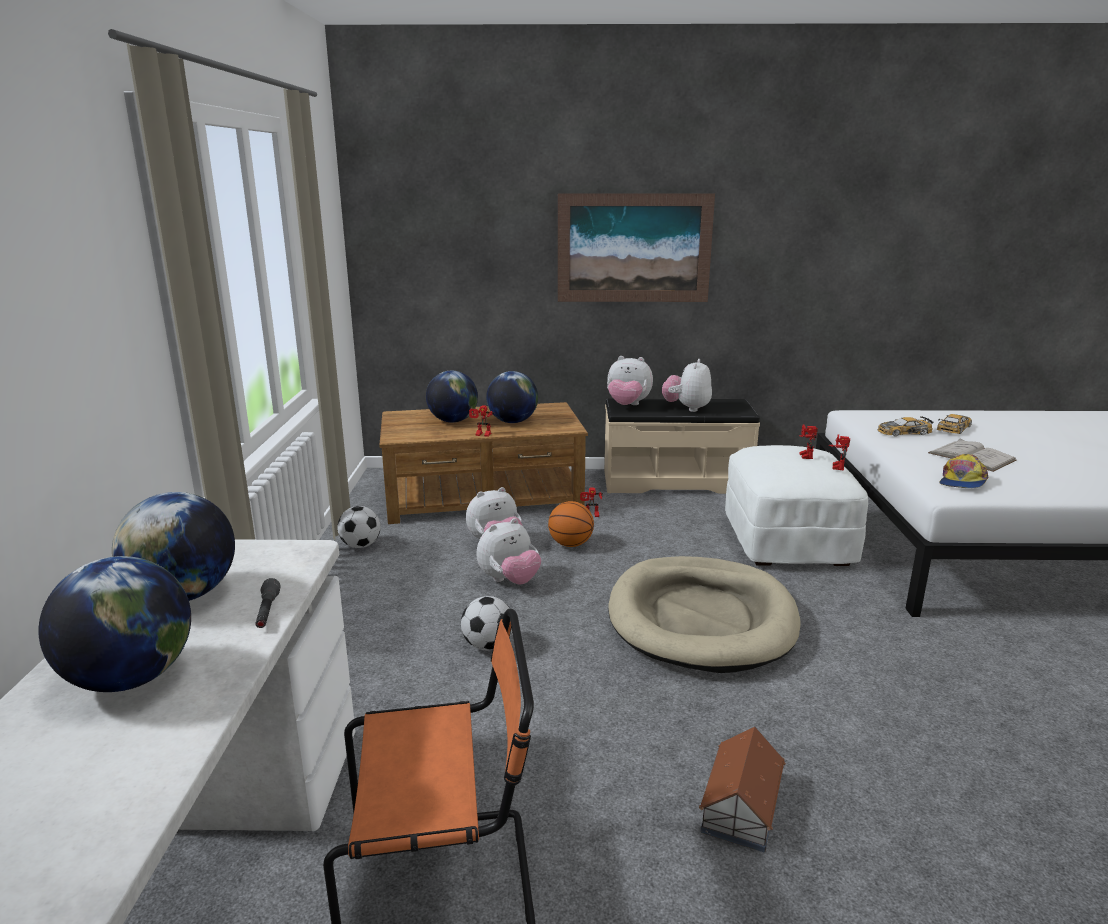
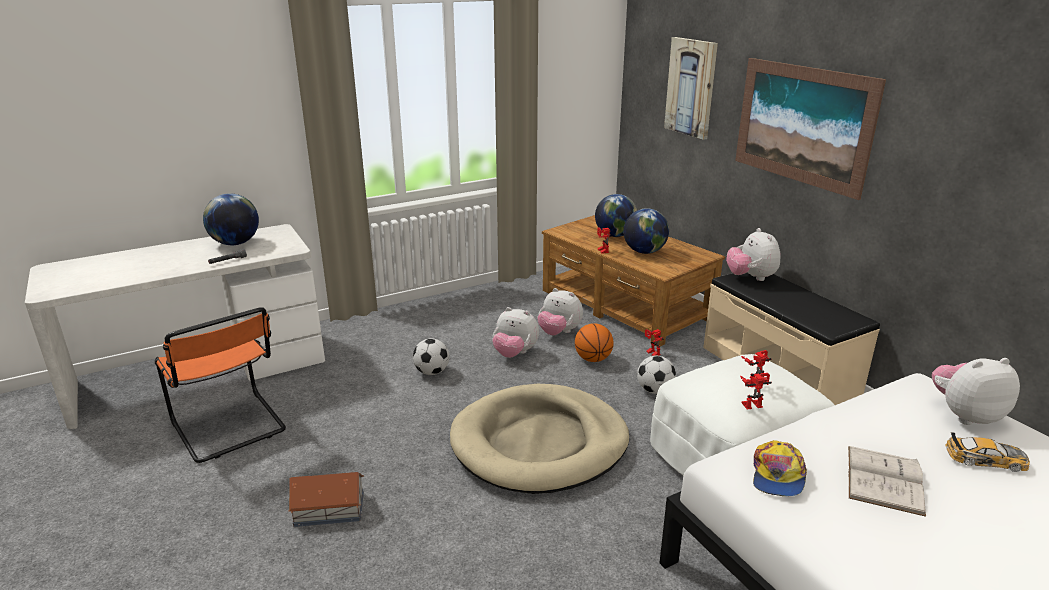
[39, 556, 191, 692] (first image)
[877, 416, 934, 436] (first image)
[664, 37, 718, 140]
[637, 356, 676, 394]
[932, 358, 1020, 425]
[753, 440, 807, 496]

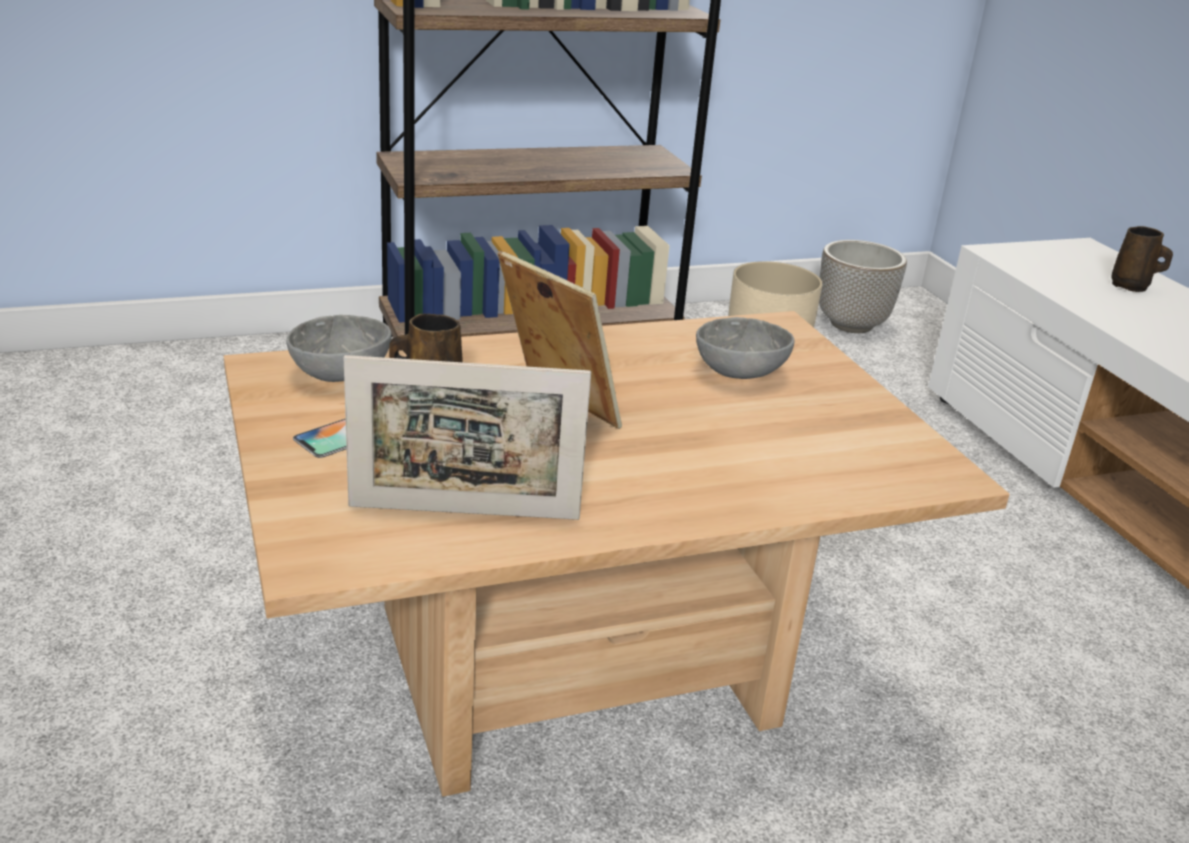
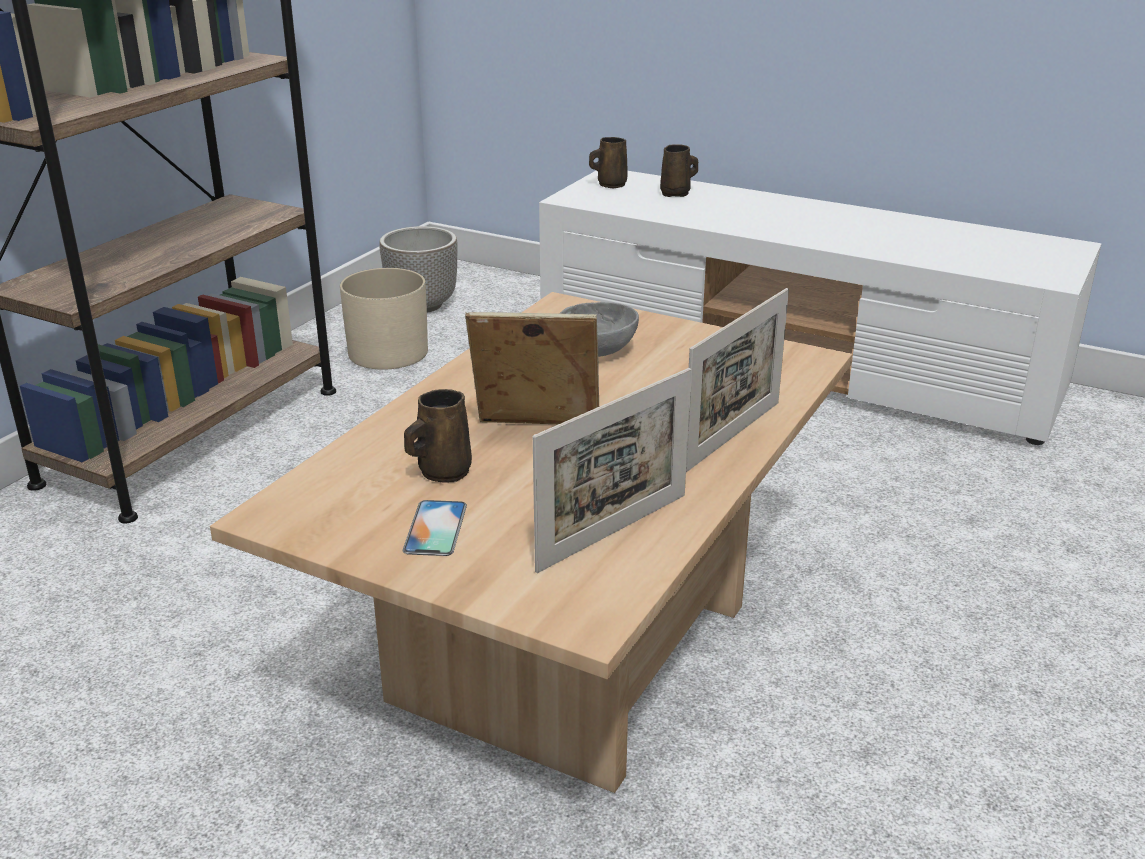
[286, 315, 392, 382] (first image)
[589, 137, 628, 189]
[686, 288, 789, 472]

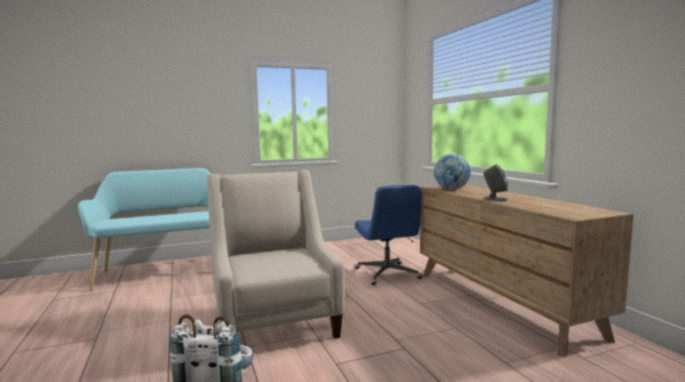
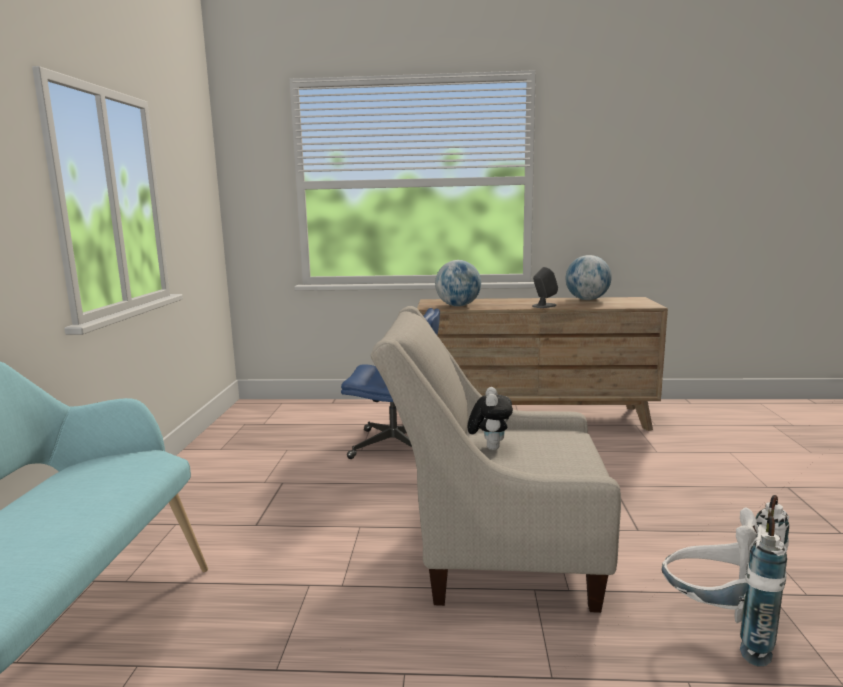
[468, 387, 513, 450]
[566, 255, 612, 300]

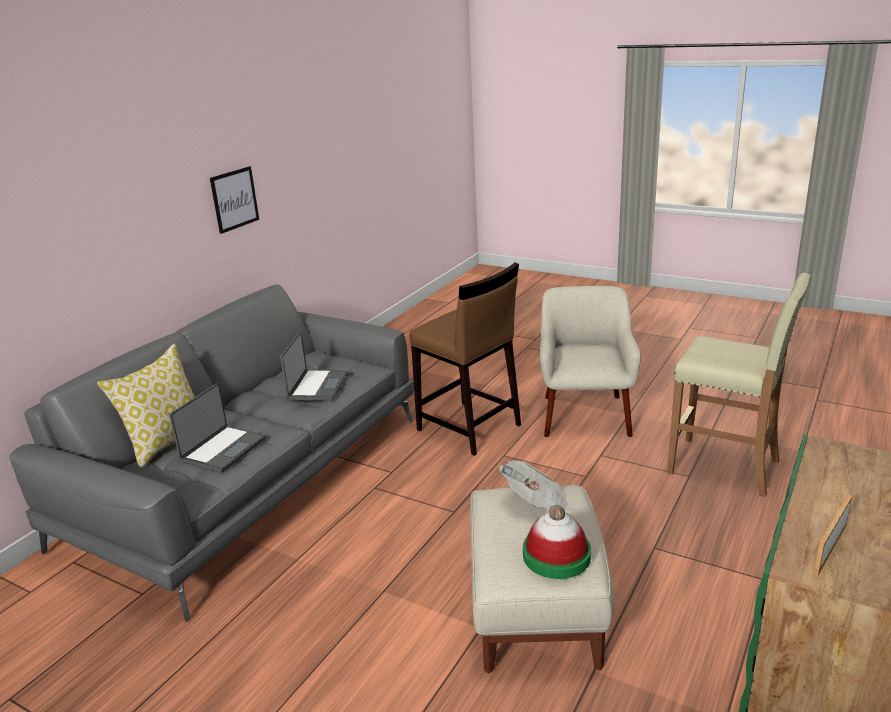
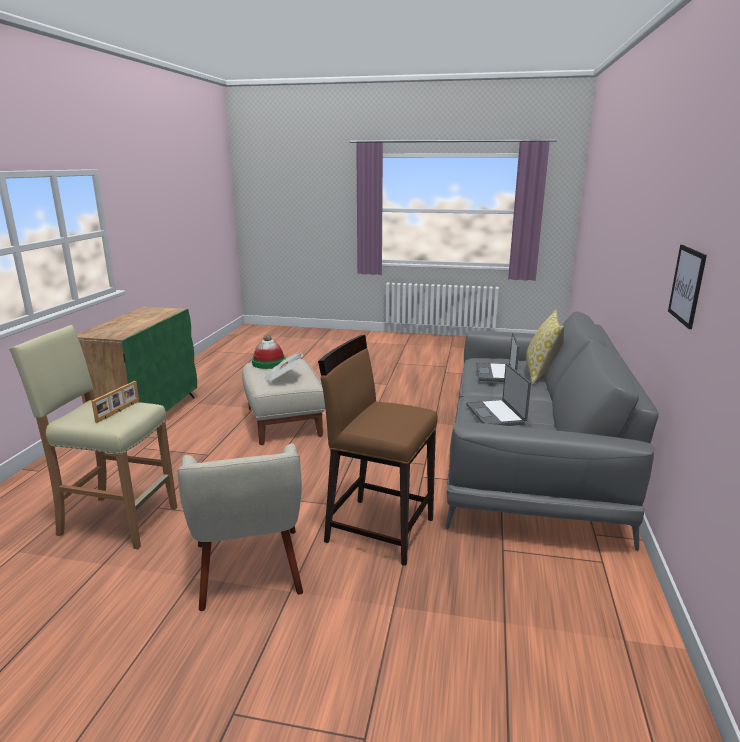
[91, 381, 139, 423]

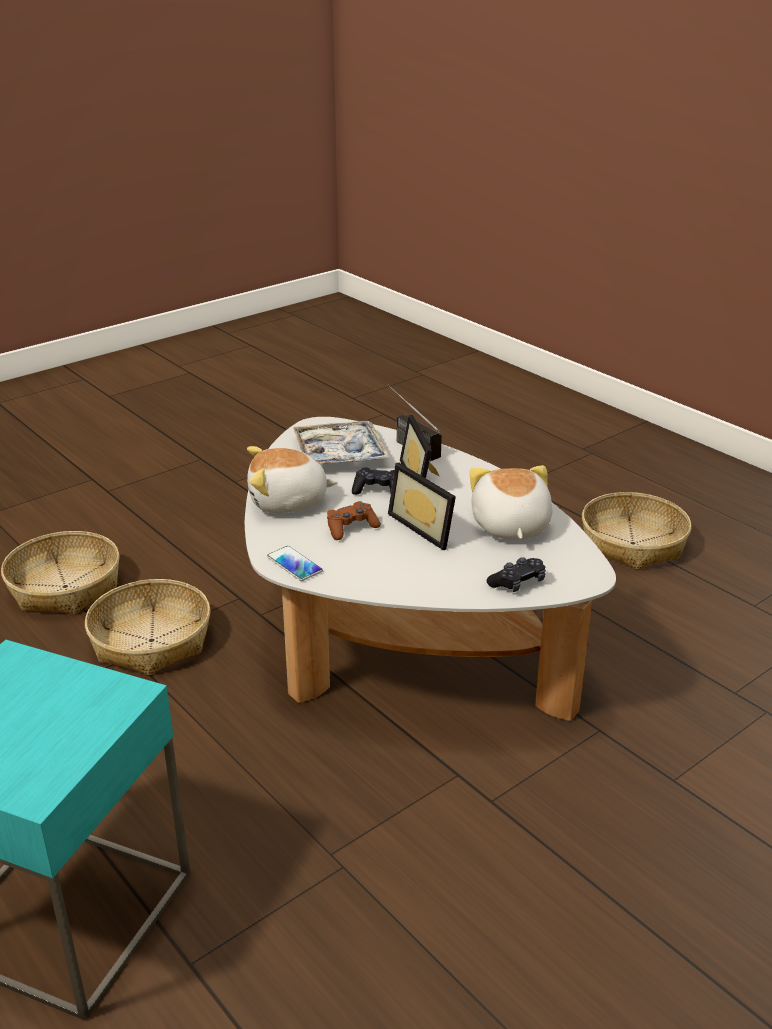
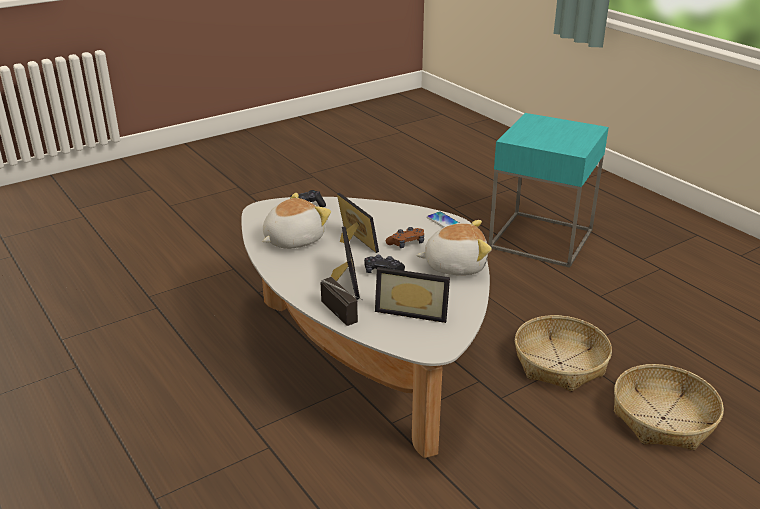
[582, 492, 691, 570] (first image)
[375, 267, 450, 323]
[262, 193, 331, 249]

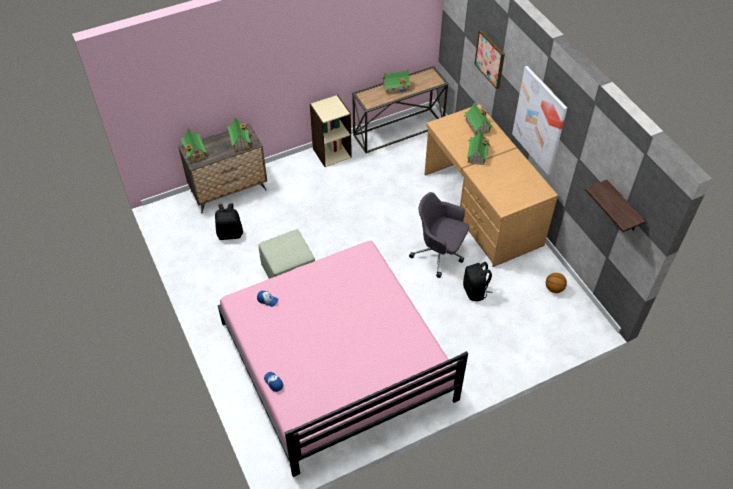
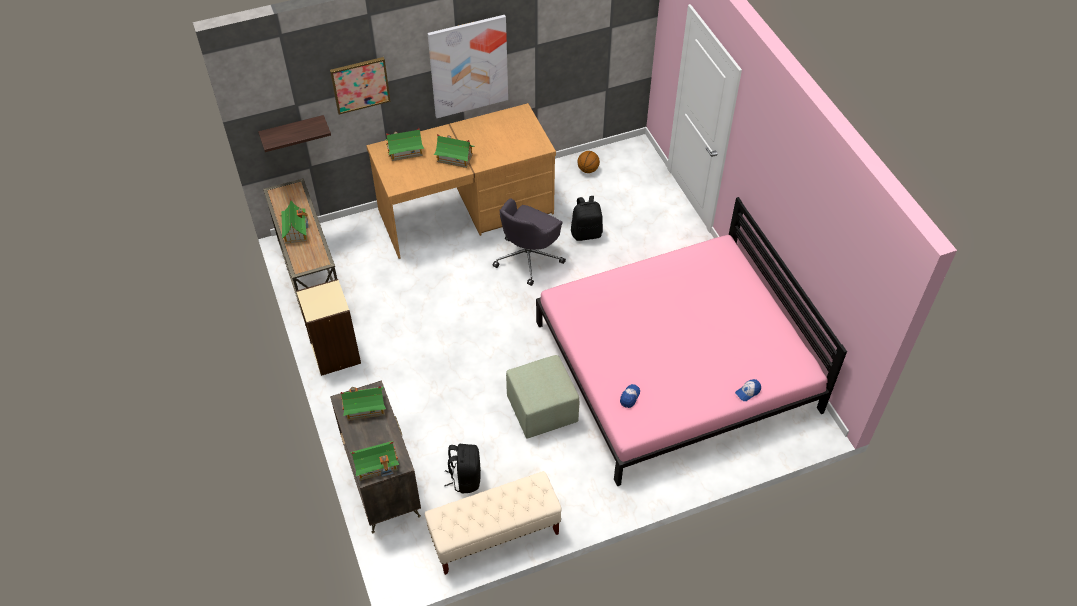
[425, 471, 562, 575]
[258, 115, 331, 152]

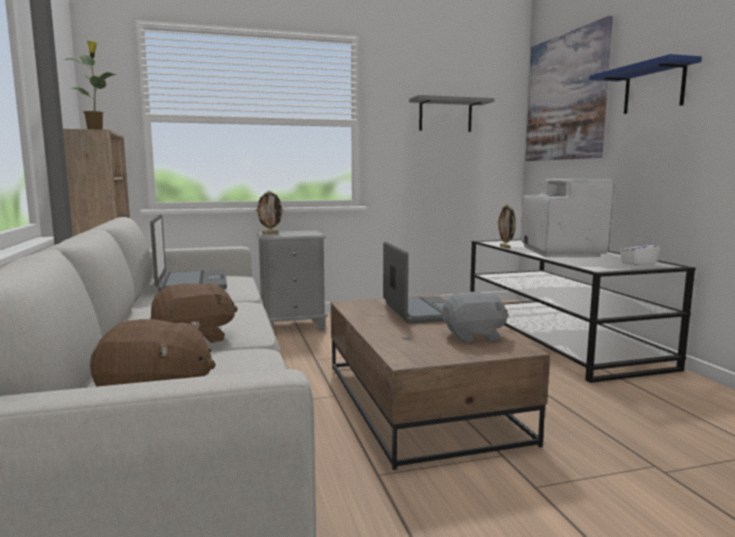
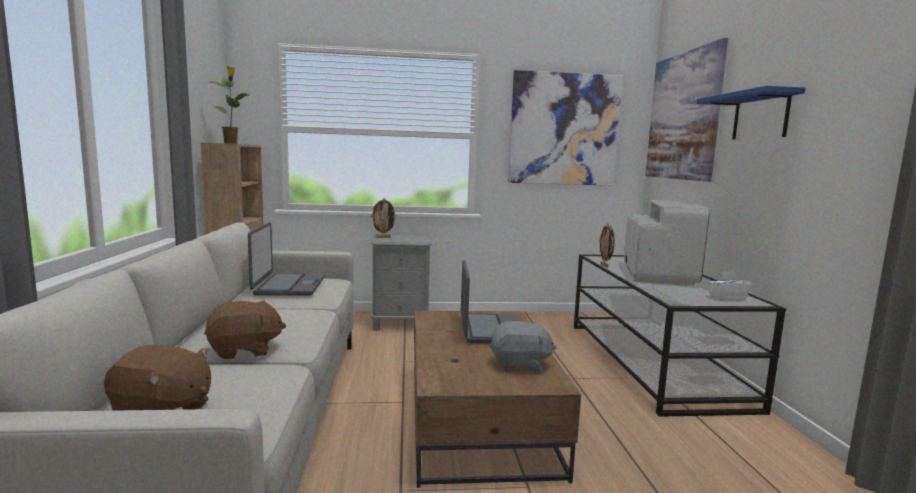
[508, 70, 623, 186]

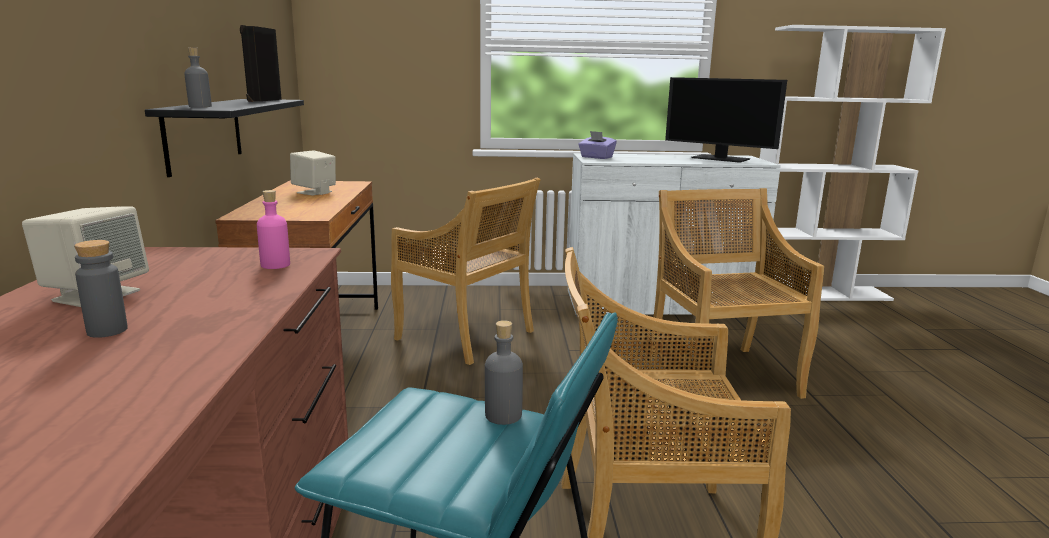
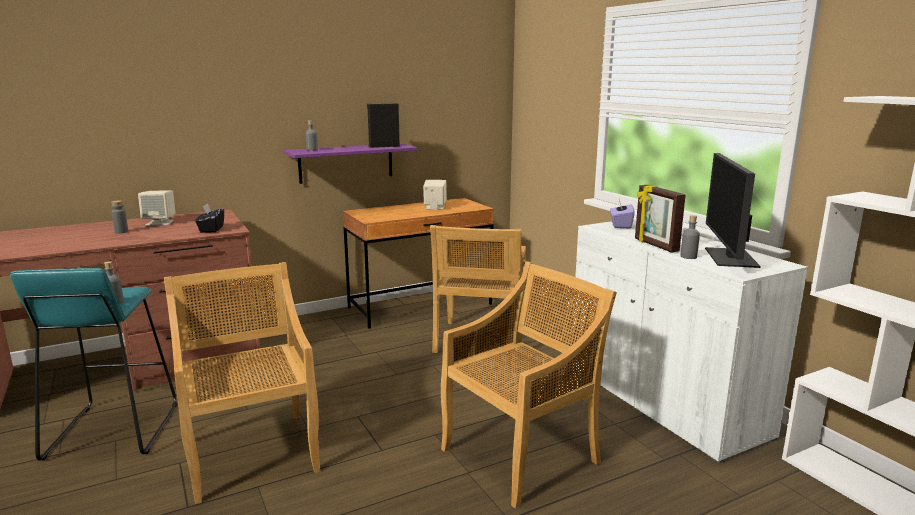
[635, 185, 686, 252]
[680, 215, 700, 259]
[195, 203, 224, 233]
[284, 143, 418, 184]

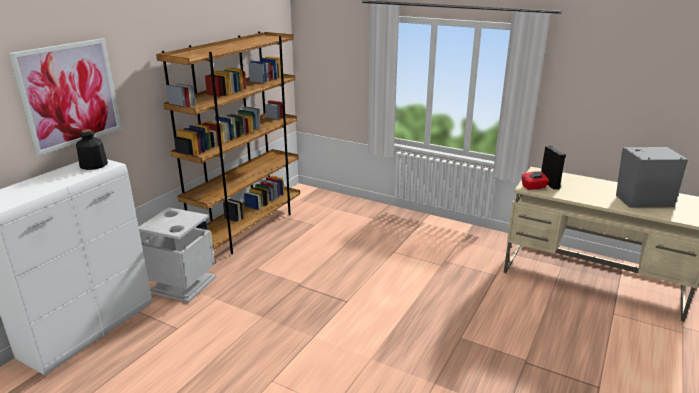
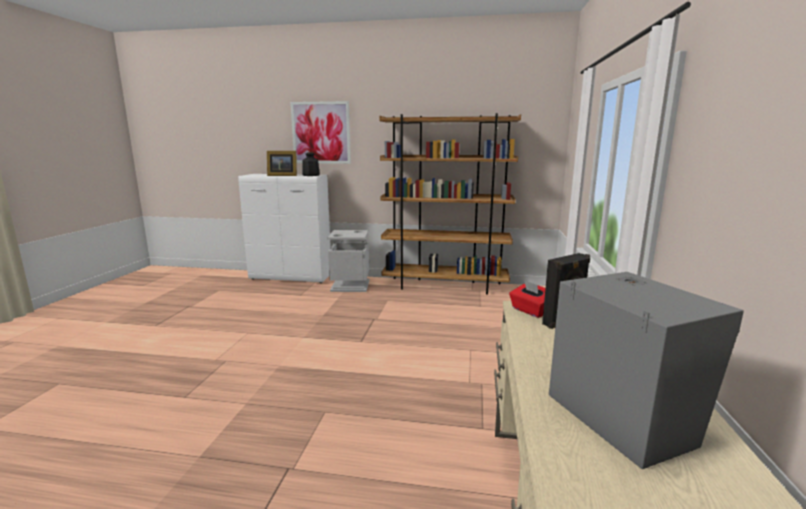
[267, 151, 297, 176]

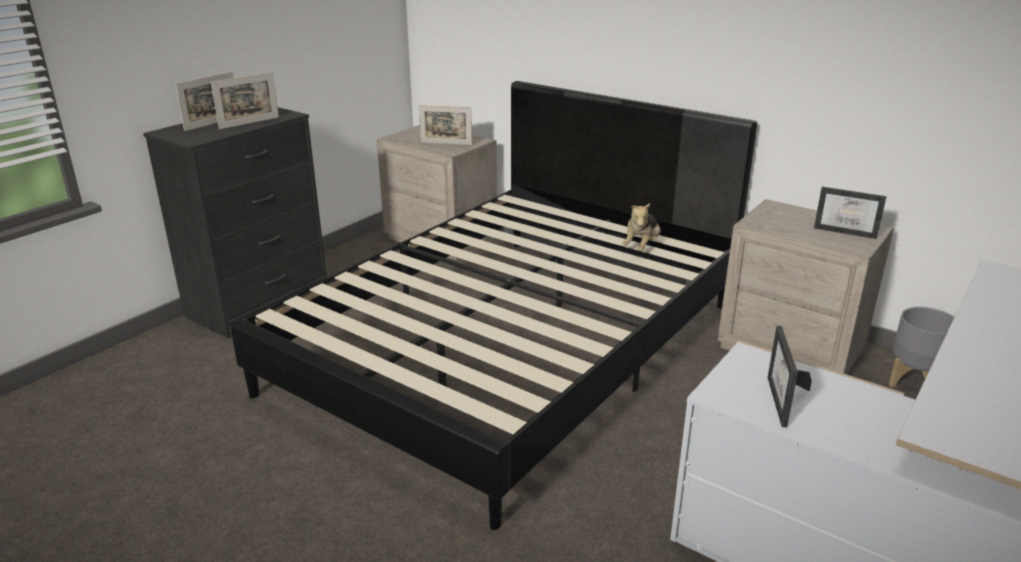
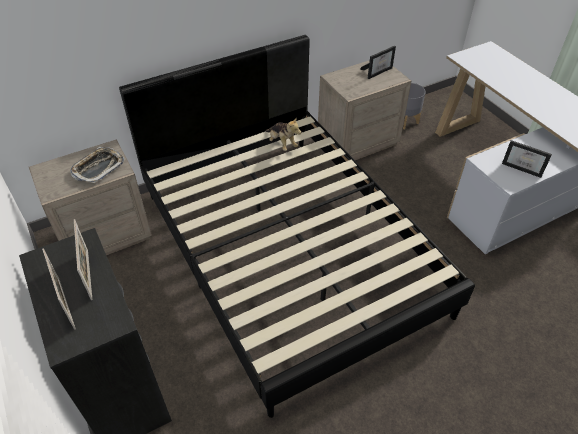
[70, 147, 124, 183]

